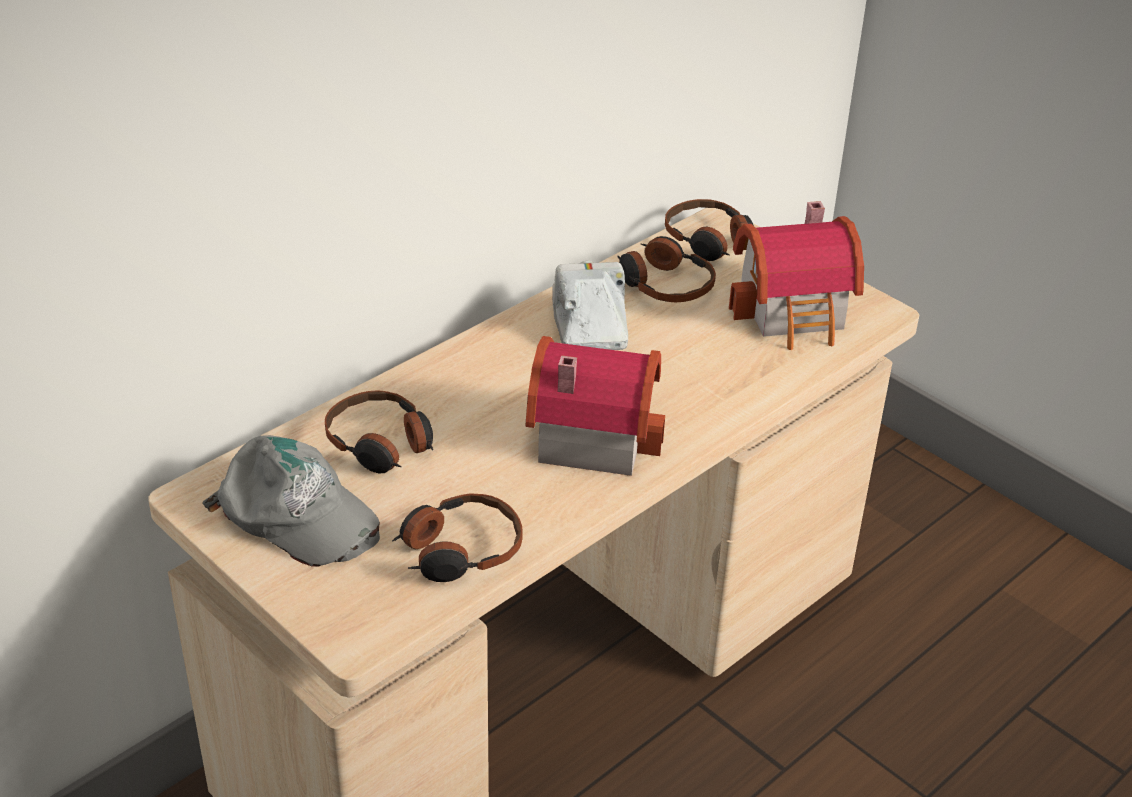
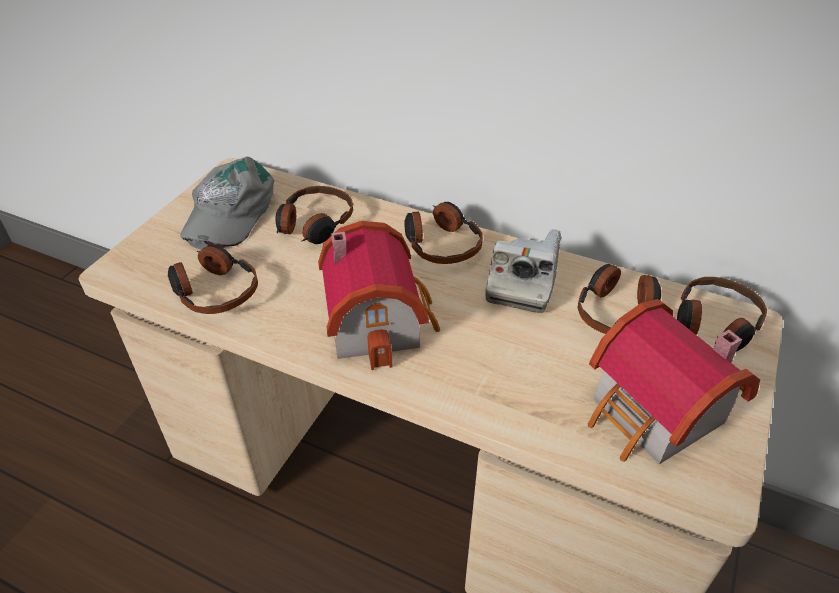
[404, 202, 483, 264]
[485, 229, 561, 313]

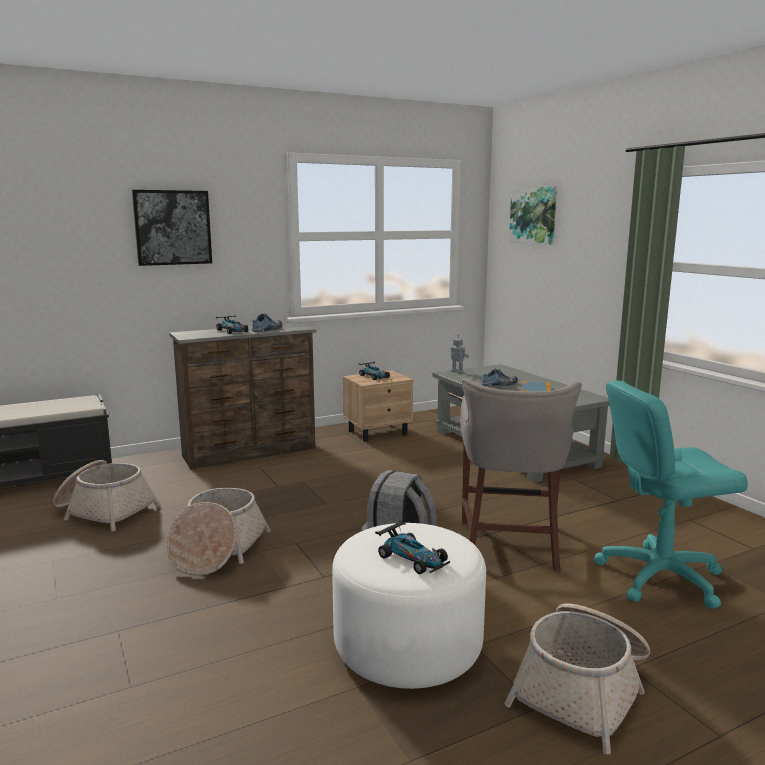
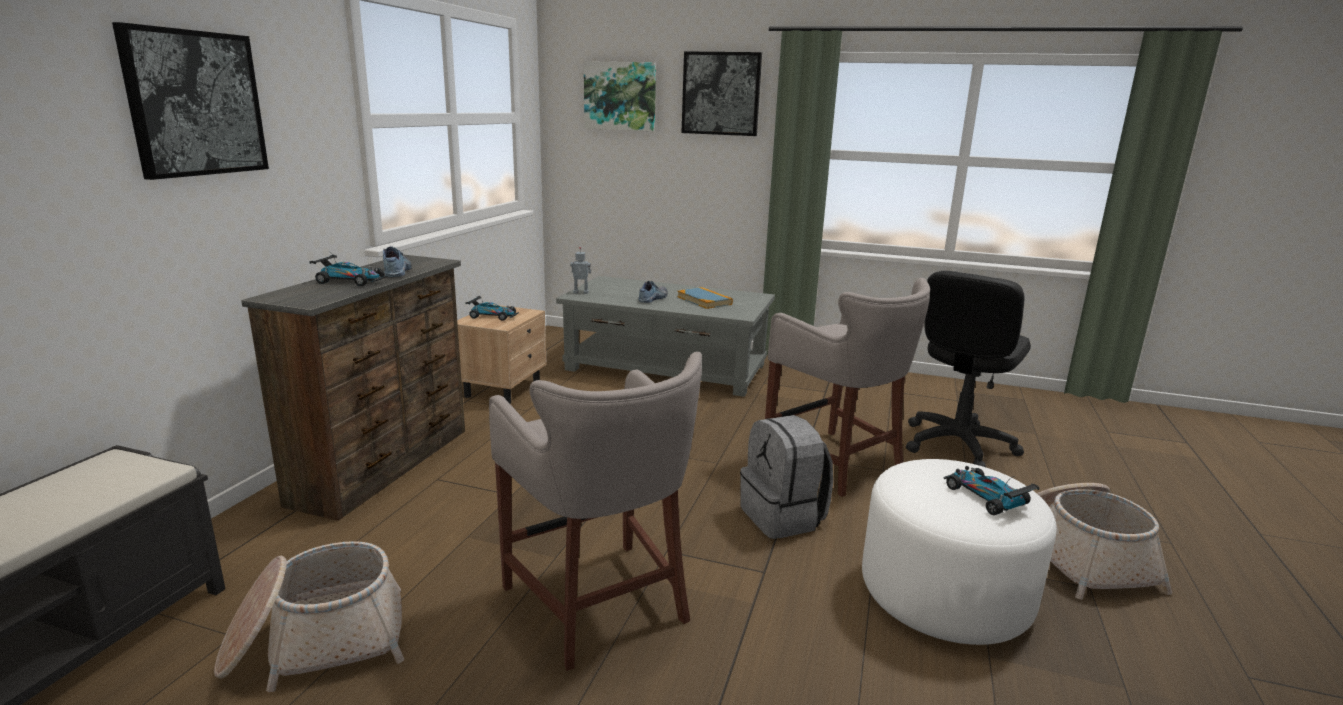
[682, 51, 762, 136]
[489, 352, 702, 671]
[906, 271, 1031, 467]
[944, 466, 1040, 515]

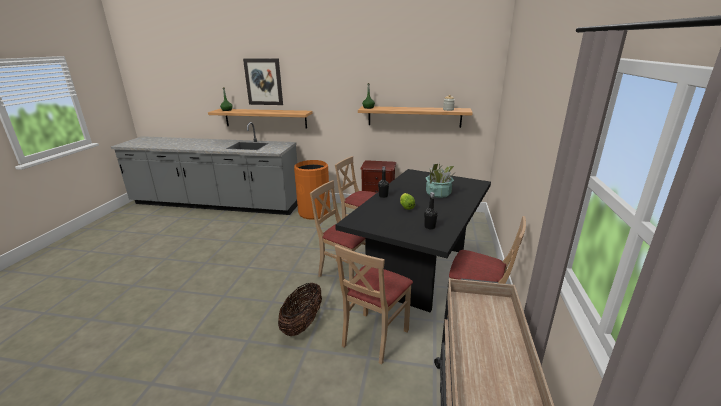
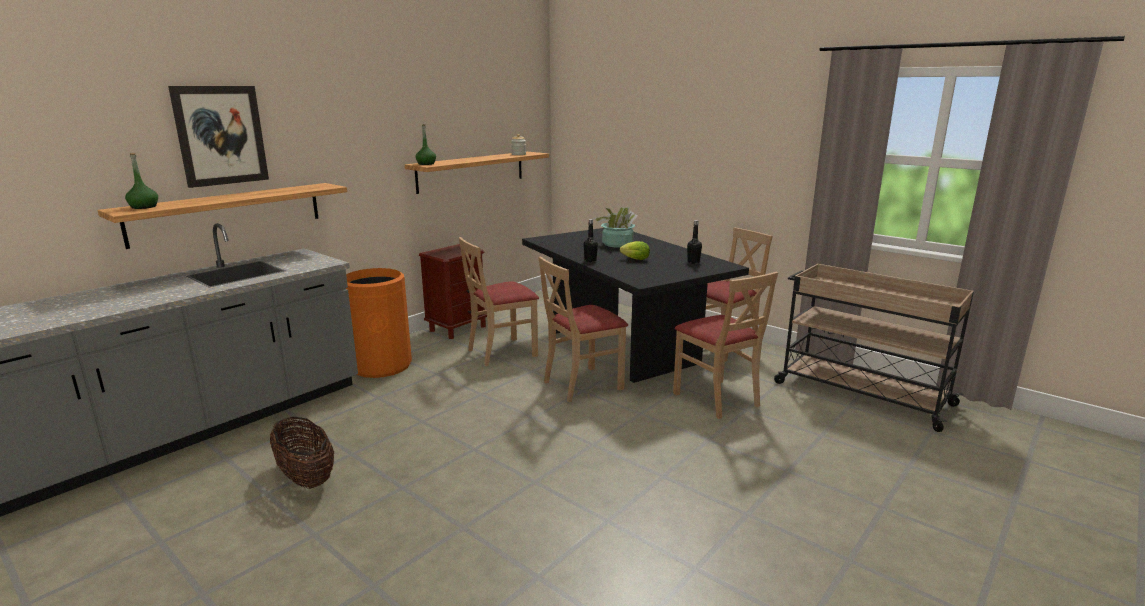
[270, 416, 334, 489]

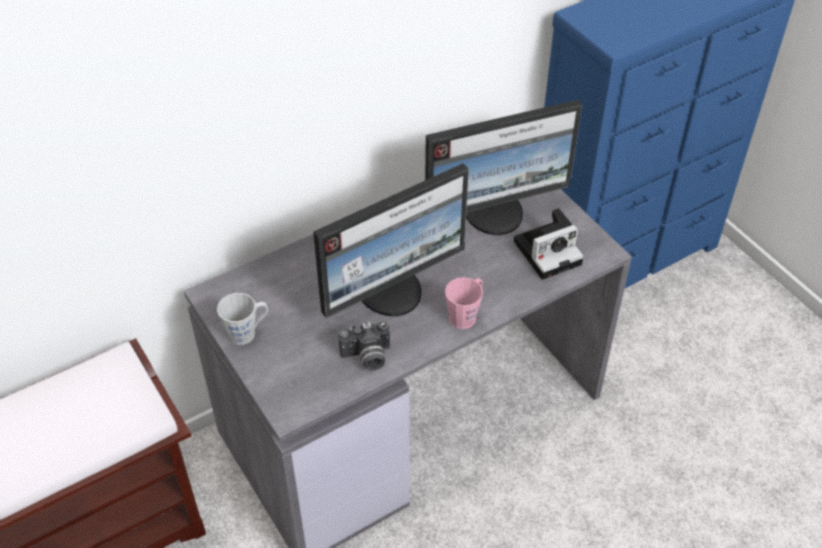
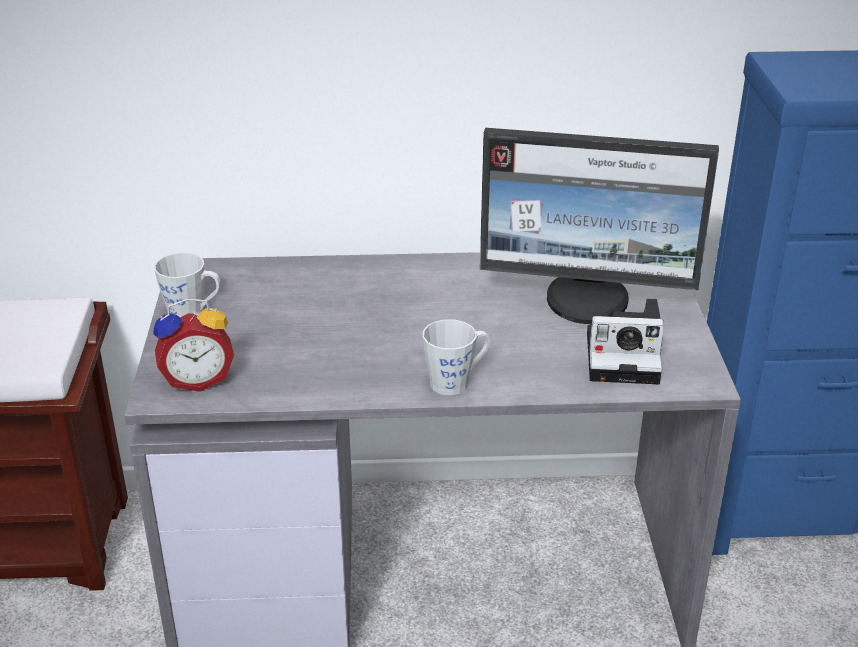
[313, 163, 469, 318] (first image)
[338, 321, 390, 370] (first image)
[154, 298, 234, 392]
[423, 319, 490, 395]

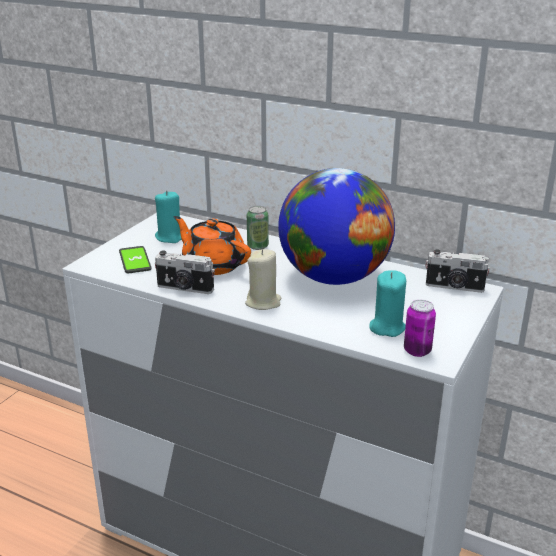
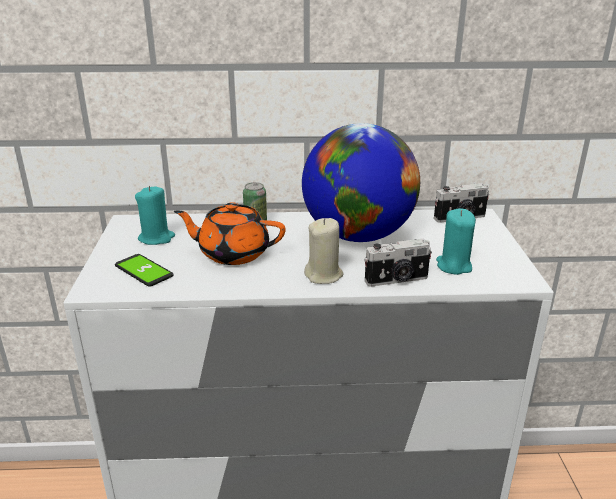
[404, 300, 436, 357] (first image)
[364, 239, 432, 287]

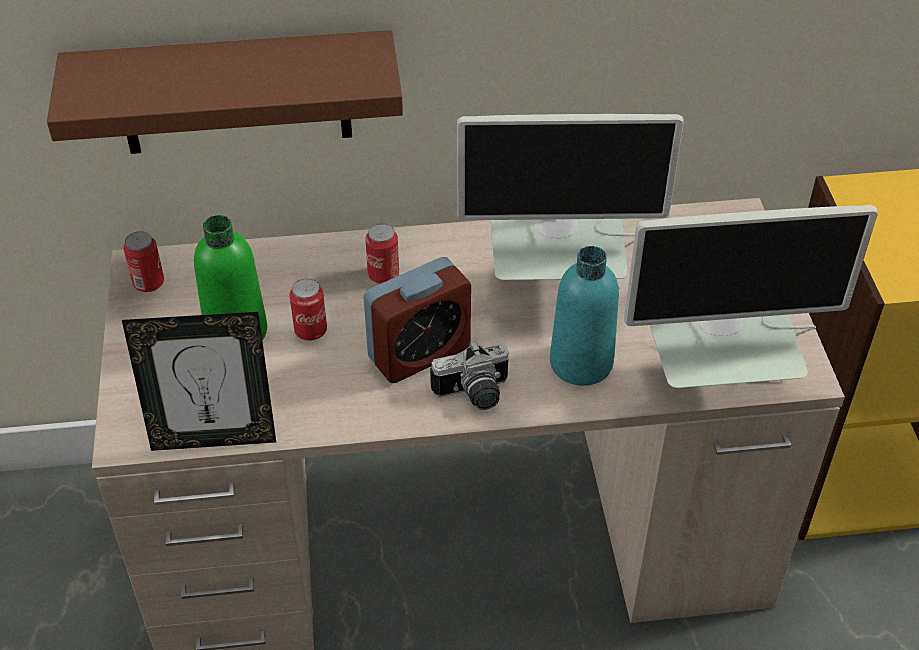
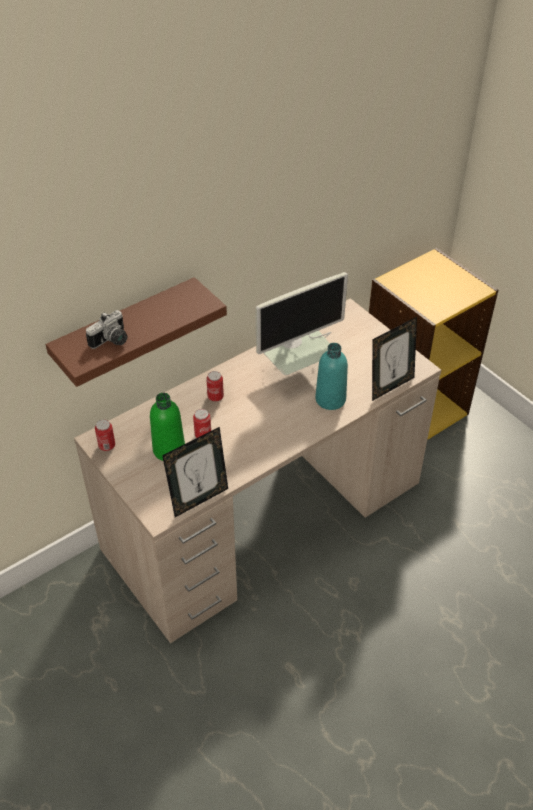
[363, 257, 471, 383] (first image)
[86, 310, 127, 349]
[372, 317, 417, 401]

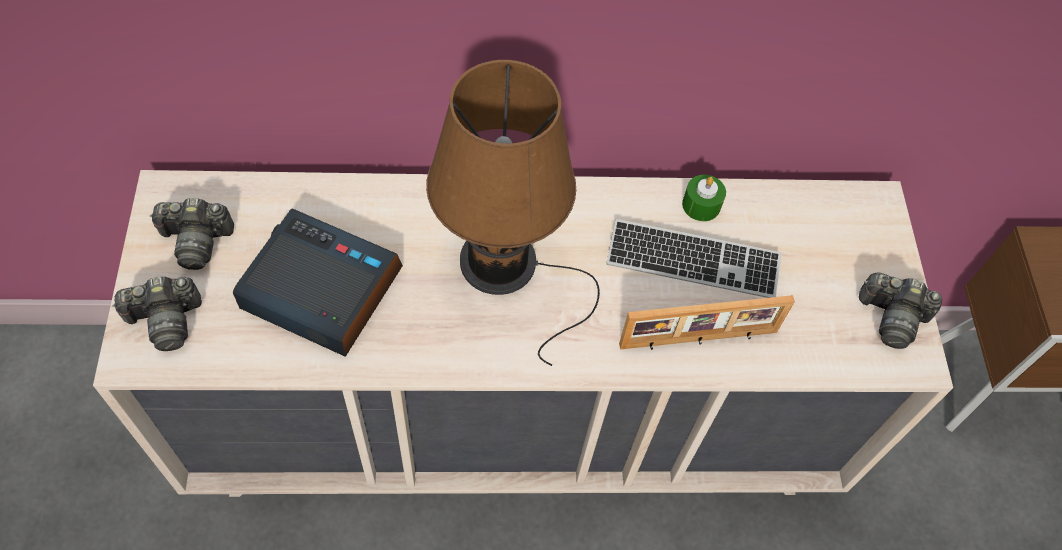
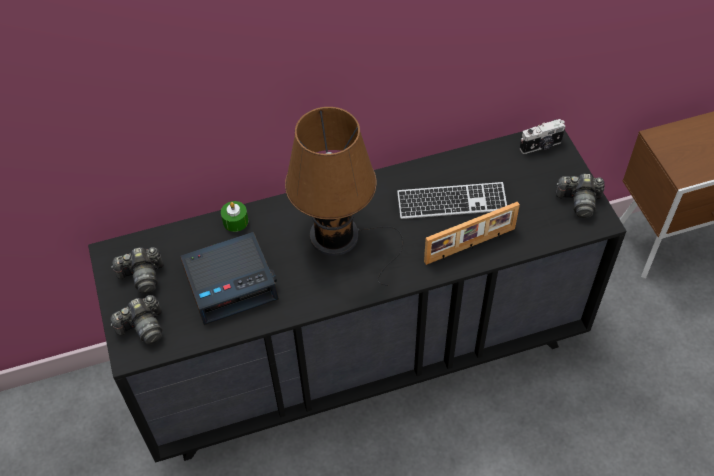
[520, 119, 566, 154]
[221, 201, 248, 232]
[88, 131, 626, 463]
[180, 232, 279, 325]

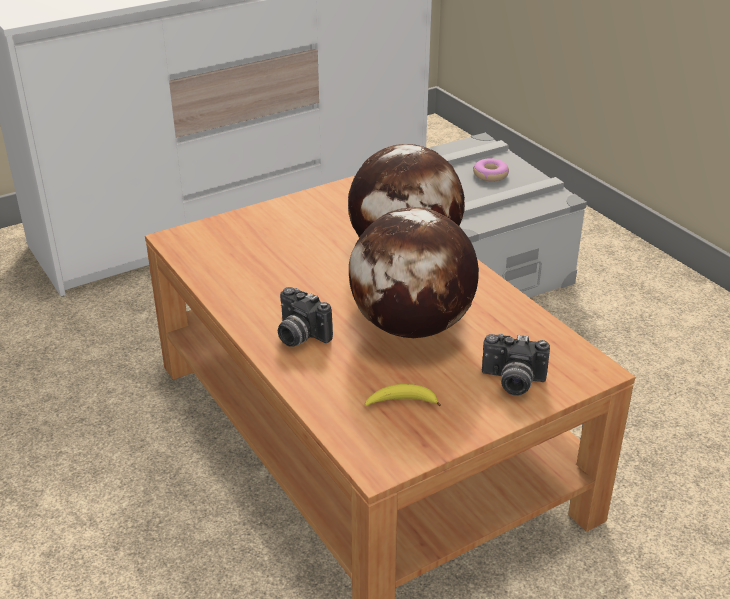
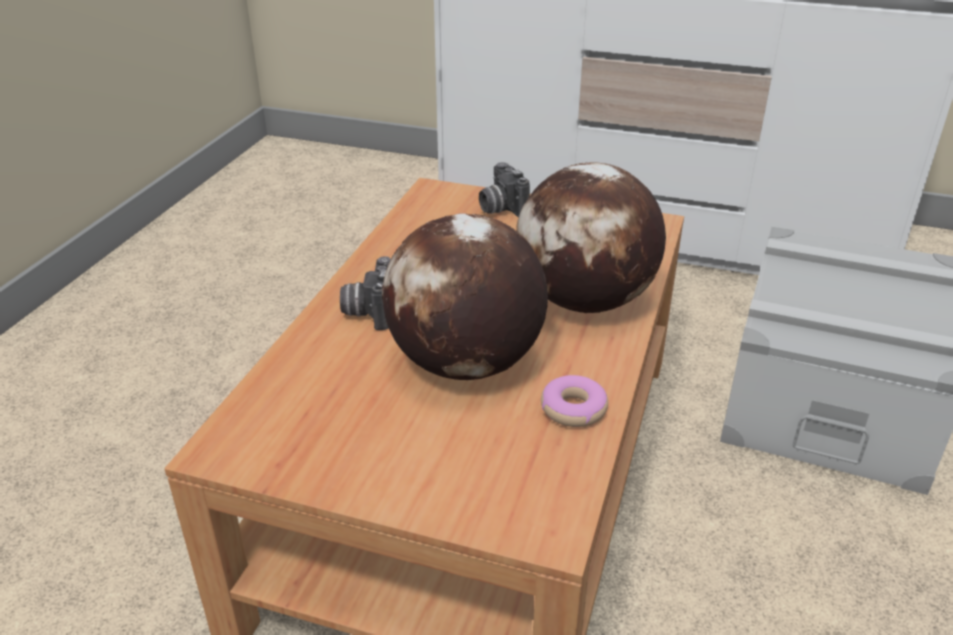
[365, 384, 441, 407] (first image)
[541, 375, 608, 427]
[479, 162, 530, 218]

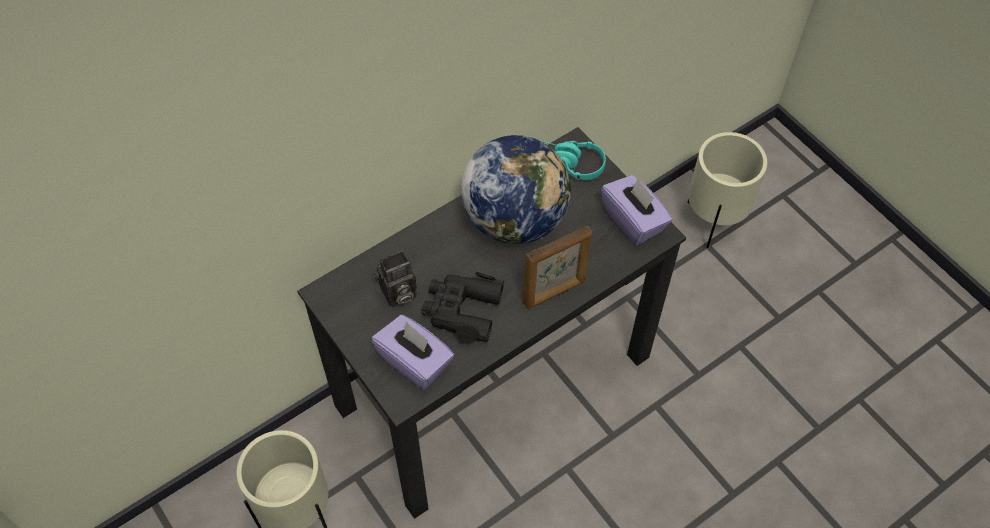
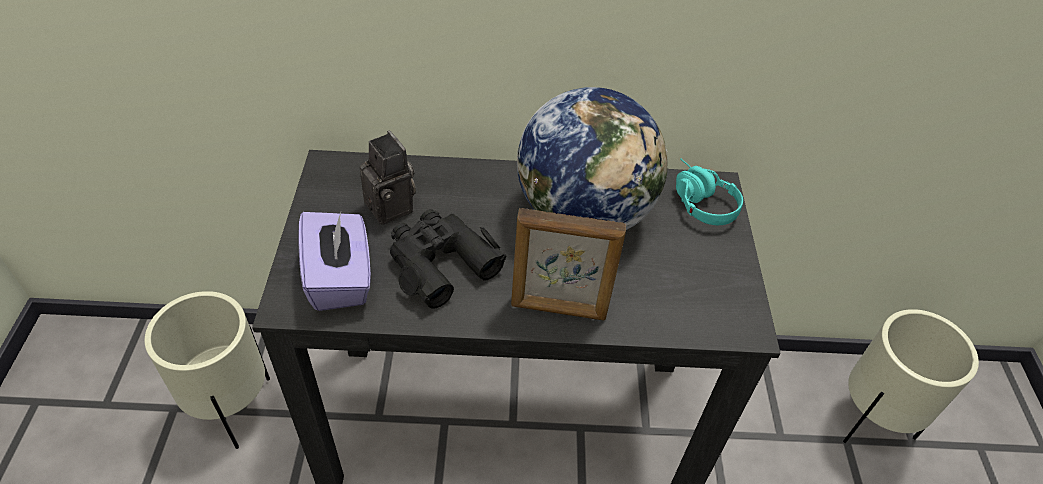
[601, 175, 673, 245] (first image)
[360, 131, 416, 225]

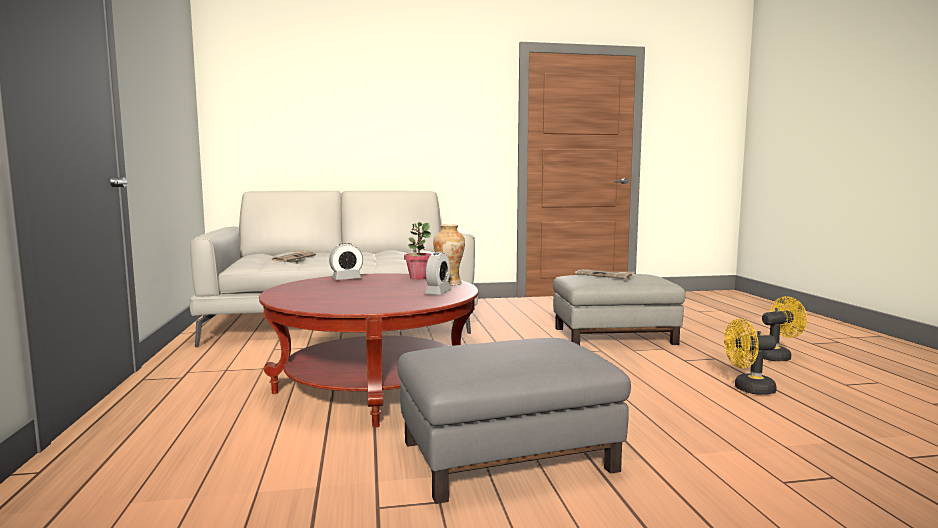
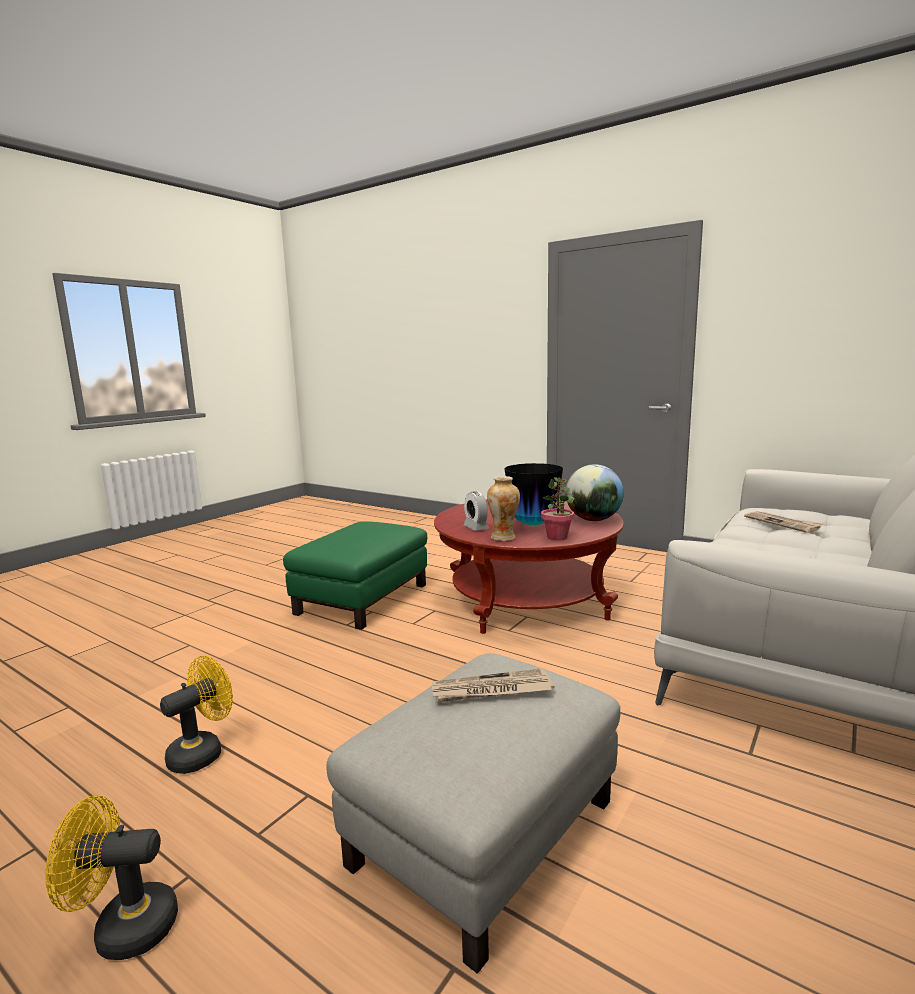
[504, 463, 563, 525]
[565, 464, 624, 521]
[283, 521, 427, 630]
[45, 796, 178, 960]

